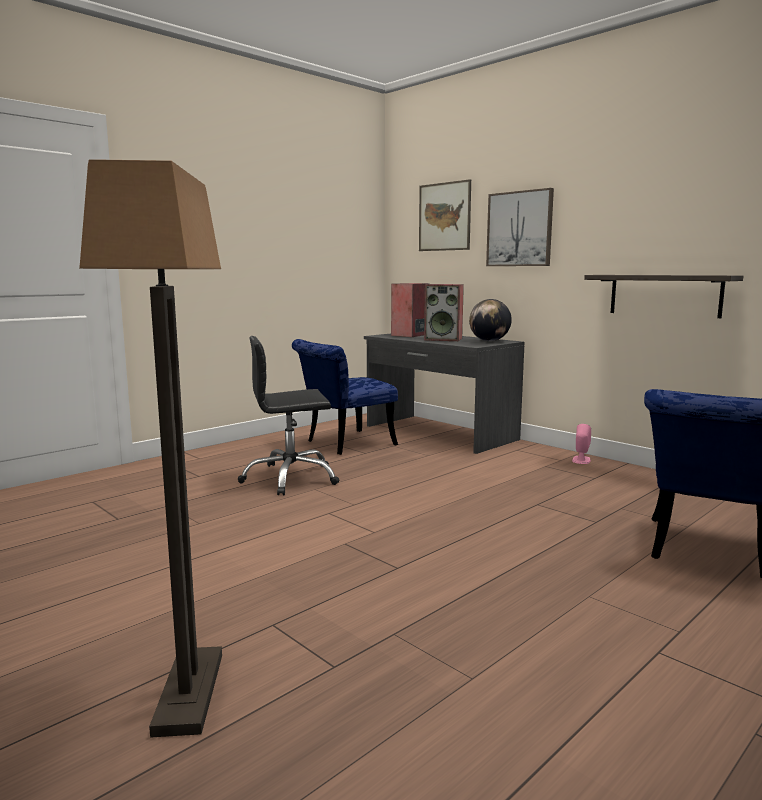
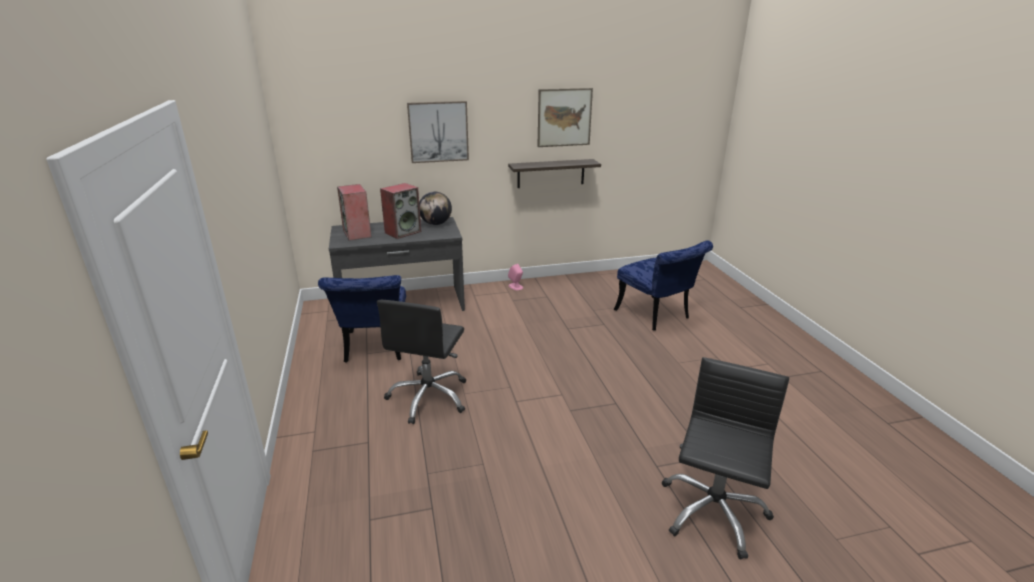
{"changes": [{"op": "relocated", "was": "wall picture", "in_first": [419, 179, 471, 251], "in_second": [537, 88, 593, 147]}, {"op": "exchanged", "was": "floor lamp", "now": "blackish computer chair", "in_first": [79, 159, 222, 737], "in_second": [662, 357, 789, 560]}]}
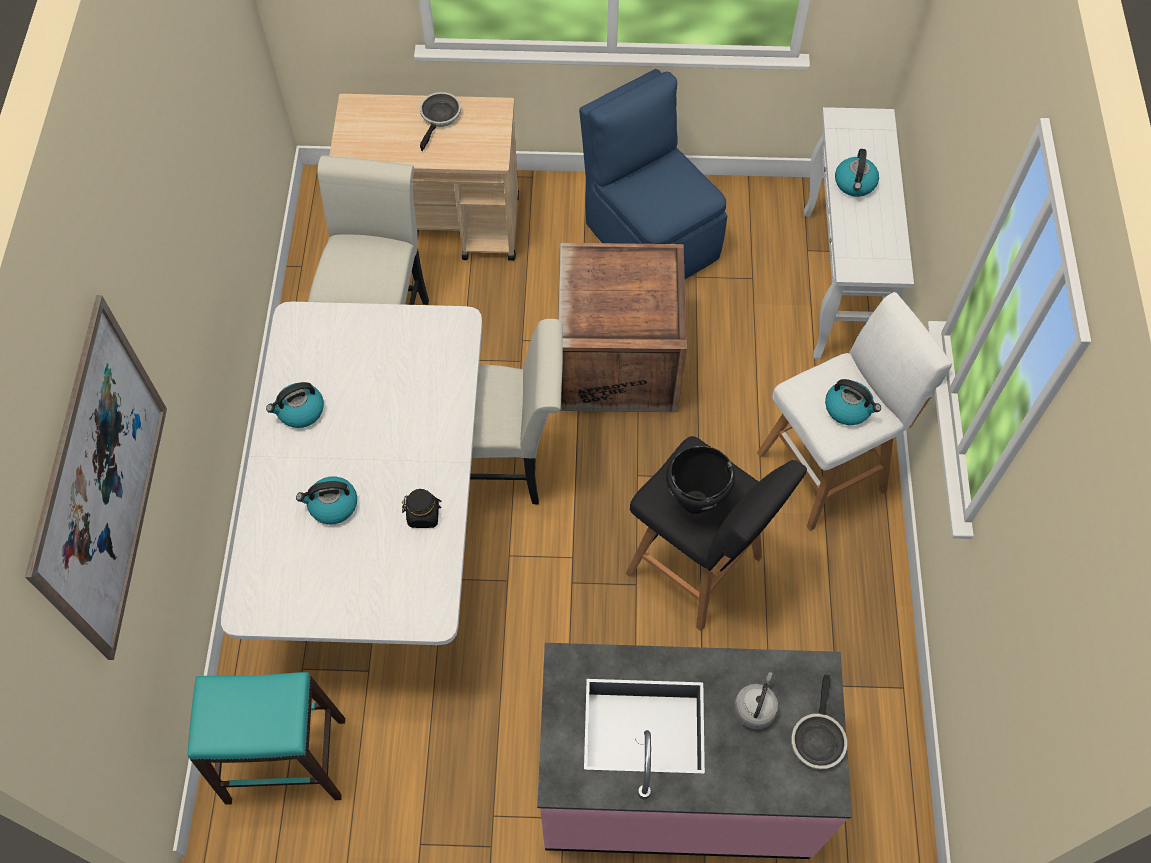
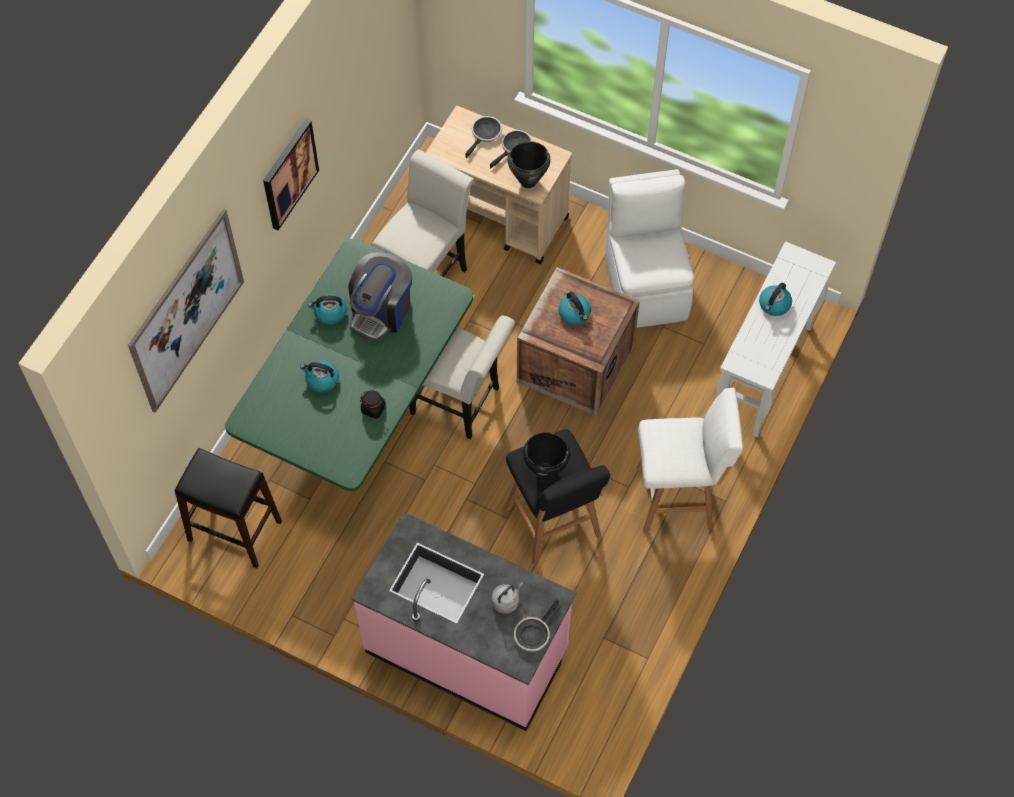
{"changes": [{"op": "colour", "was": "blue-green sitting stool", "now": "blackish sitting stool", "in_first": [187, 672, 345, 805], "in_second": [175, 448, 282, 569]}, {"op": "colour", "was": "whitish kitchen table", "now": "greenish kitchen table", "in_first": [221, 302, 482, 645], "in_second": [225, 239, 473, 491]}, {"op": "appeared", "now": "wall picture", "in_second": [263, 119, 319, 230]}, {"op": "appeared", "now": "coffee maker", "in_second": [349, 252, 412, 342]}, {"op": "appeared", "now": "pan", "in_second": [465, 116, 502, 158]}, {"op": "appeared", "now": "blackish cooking pot", "in_second": [508, 141, 551, 188]}, {"op": "relocated", "was": "tea kettle", "in_first": [825, 379, 881, 425], "in_second": [559, 292, 591, 325]}, {"op": "colour", "was": "blue plain chair", "now": "whitish plain chair", "in_first": [579, 69, 727, 279], "in_second": [605, 169, 694, 328]}]}
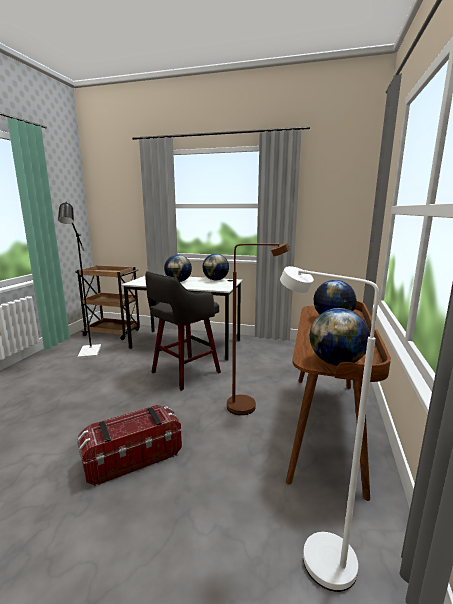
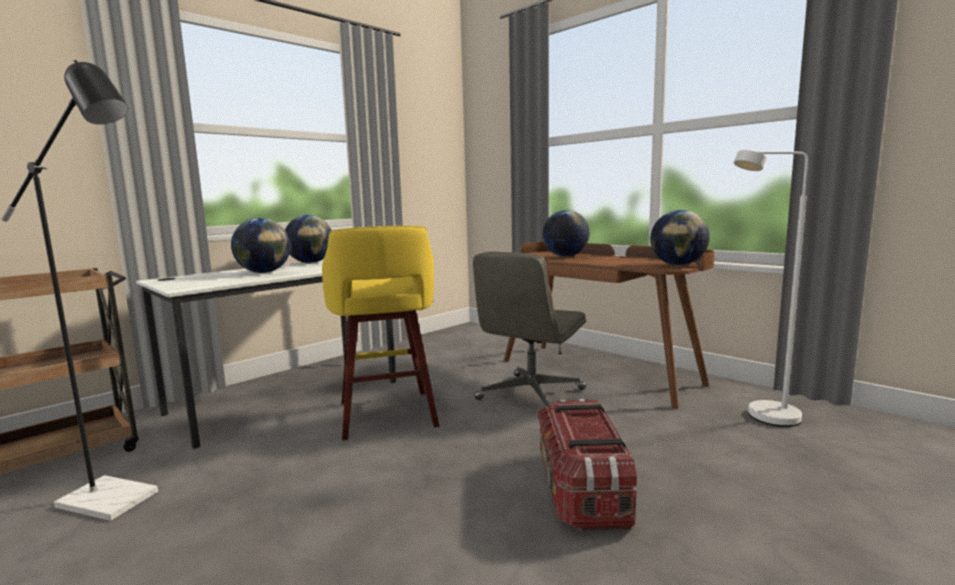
{"changes": [{"op": "colour", "was": "greyish sitting stool", "now": "yellowish sitting stool", "in_first": [145, 271, 221, 391], "in_second": [322, 226, 439, 440]}, {"op": "exchanged", "was": "brown floor lamp", "now": "greyish computer chair", "in_first": [227, 243, 290, 415], "in_second": [473, 251, 586, 408]}]}
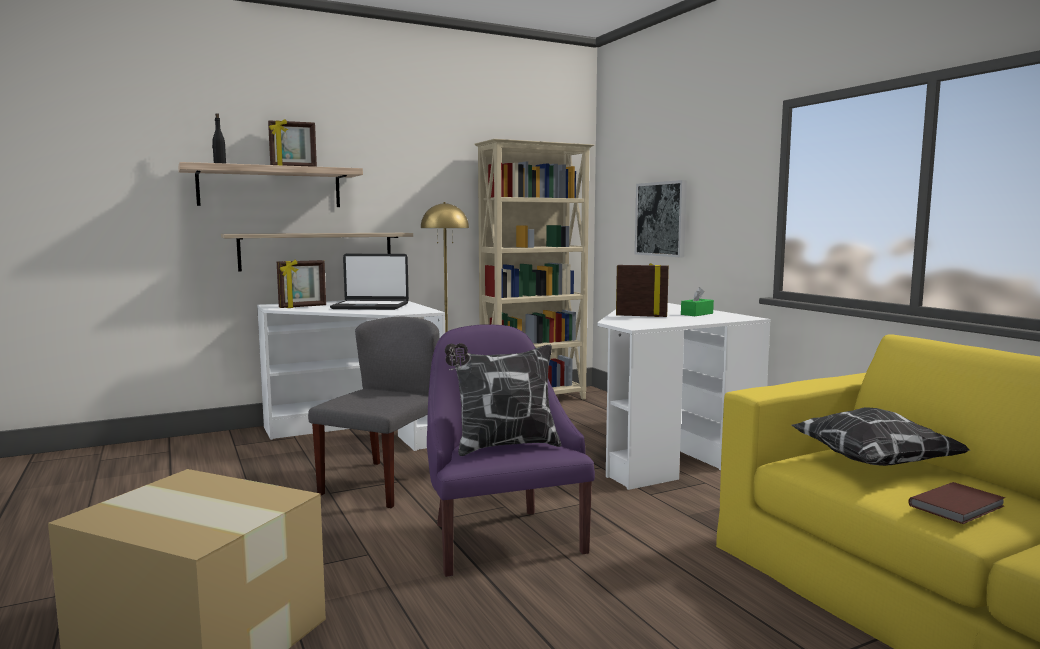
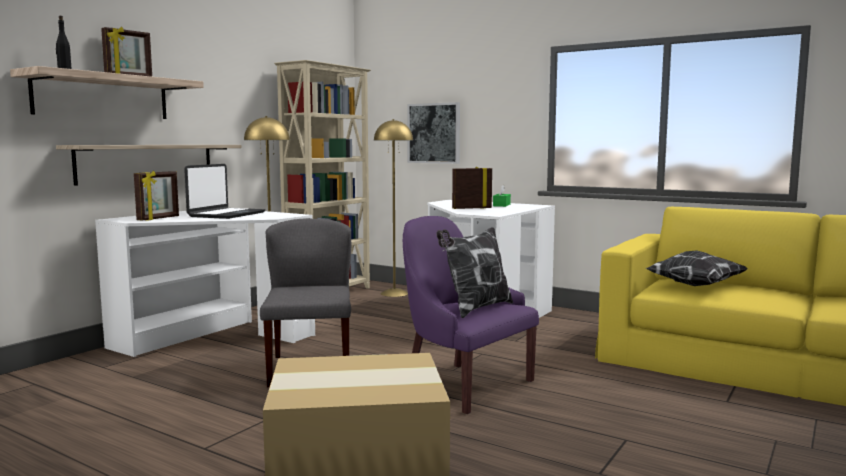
{"changes": [{"op": "spun", "was": "portable computer", "in_first": [330, 254, 409, 310], "in_second": [184, 164, 265, 219], "clockwise": -45}, {"op": "appeared", "now": "yellowish floor lamp", "in_second": [374, 119, 413, 297]}, {"op": "missing", "was": "brown bound book", "in_first": [908, 482, 1005, 524]}]}
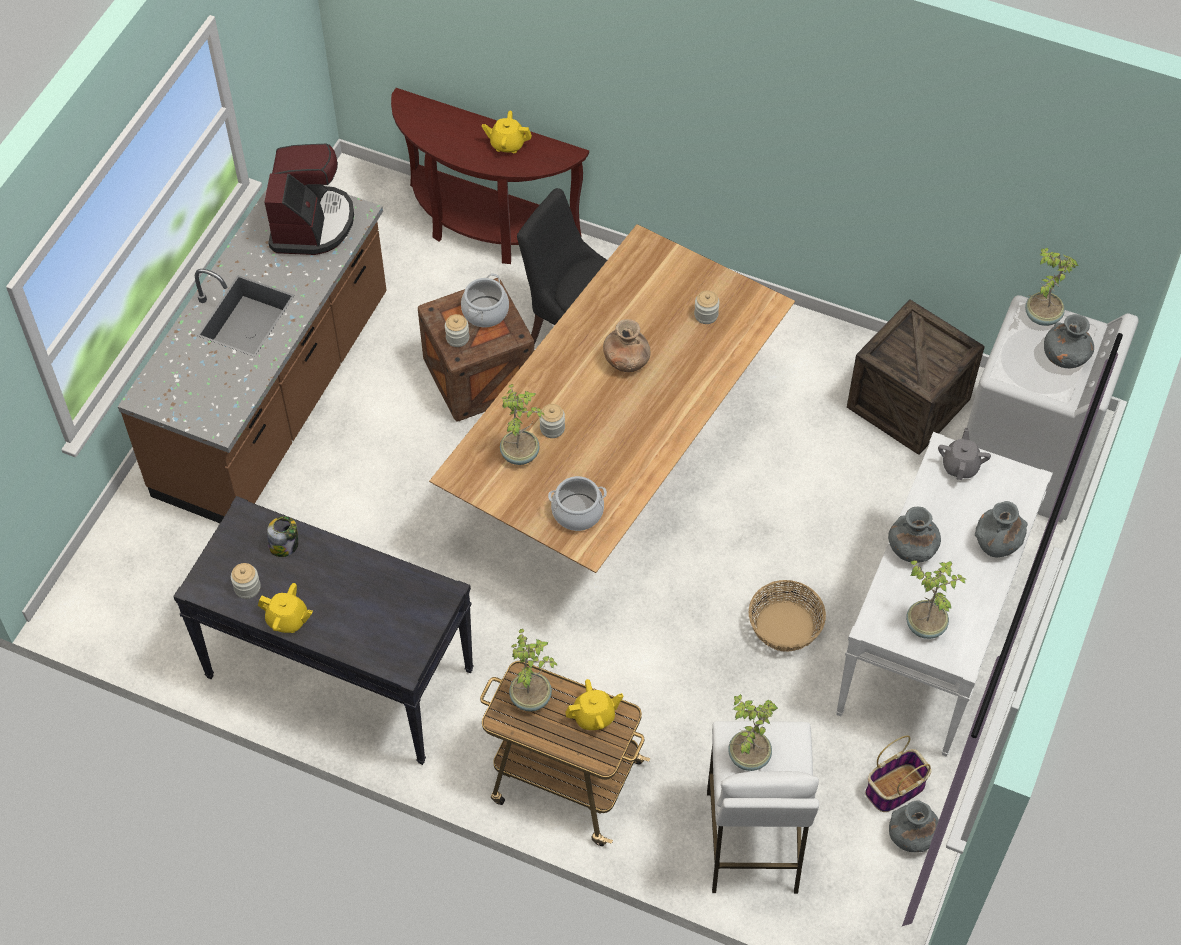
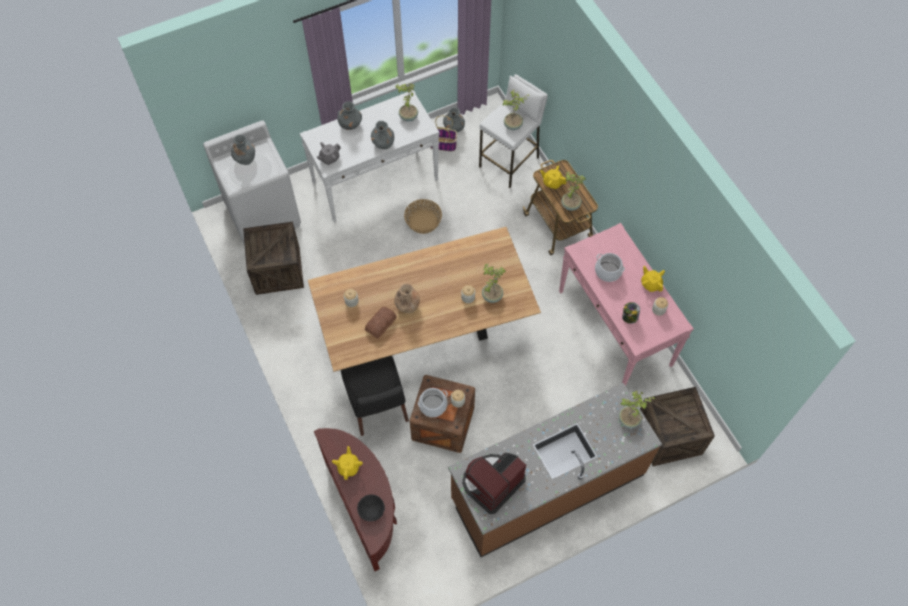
{"changes": [{"op": "spun", "was": "yellowish teapot", "in_first": [482, 111, 532, 153], "in_second": [332, 446, 363, 480], "clockwise": -135}, {"op": "appeared", "now": "blackish serving bowl", "in_second": [357, 494, 385, 522]}, {"op": "appeared", "now": "bakery bread", "in_second": [365, 307, 397, 339]}, {"op": "colour", "was": "blackish console table", "now": "pink-coloured console table", "in_first": [173, 496, 474, 765], "in_second": [559, 223, 694, 386]}, {"op": "relocated", "was": "cooking pot", "in_first": [548, 476, 607, 531], "in_second": [595, 253, 625, 282]}, {"op": "relocated", "was": "plant in a pot", "in_first": [1025, 248, 1078, 326], "in_second": [619, 391, 655, 428]}, {"op": "appeared", "now": "packing crate", "in_second": [640, 387, 715, 466]}]}
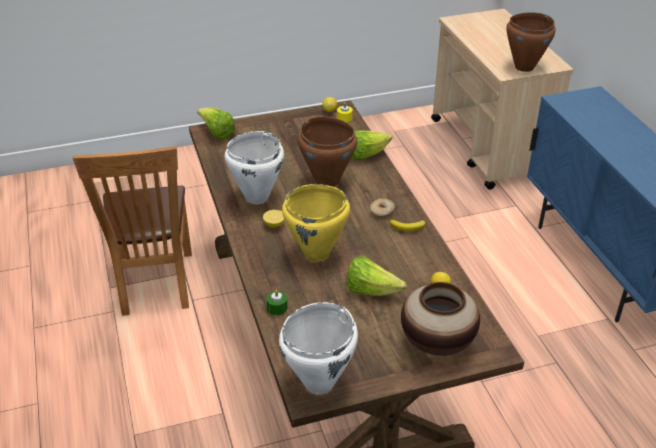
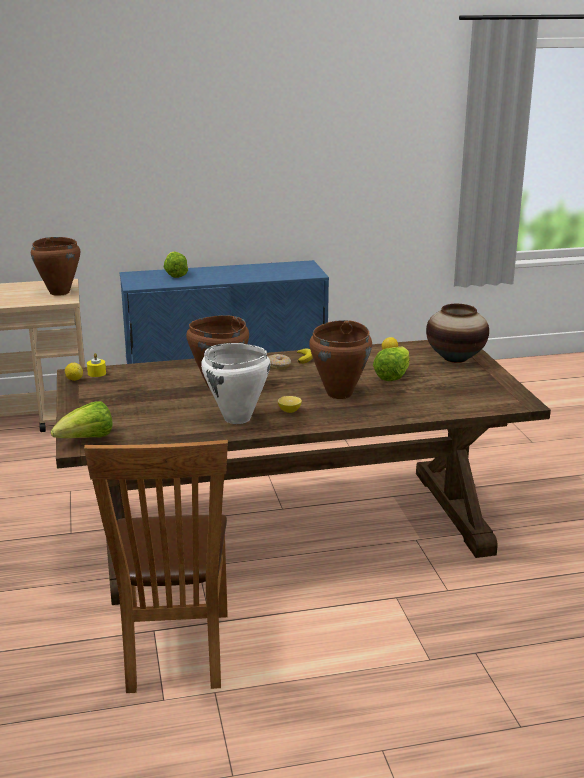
{"changes": [{"op": "spun", "was": "brown plain chair", "in_first": [73, 146, 192, 316], "in_second": [84, 440, 228, 693], "clockwise": 90}, {"op": "relocated", "was": "head of lettuce", "in_first": [352, 130, 392, 160], "in_second": [164, 252, 188, 278]}, {"op": "colour", "was": "yellowish cooking pot", "now": "brown cooking pot", "in_first": [282, 184, 350, 262], "in_second": [309, 320, 372, 399]}, {"op": "missing", "was": "greenish candle", "in_first": [266, 289, 288, 315]}, {"op": "missing", "was": "whitish cooking pot", "in_first": [279, 302, 358, 395]}]}
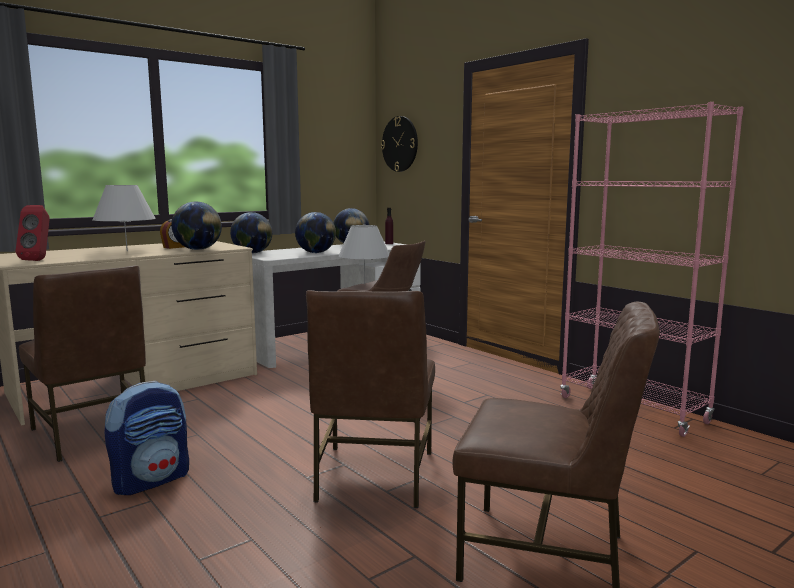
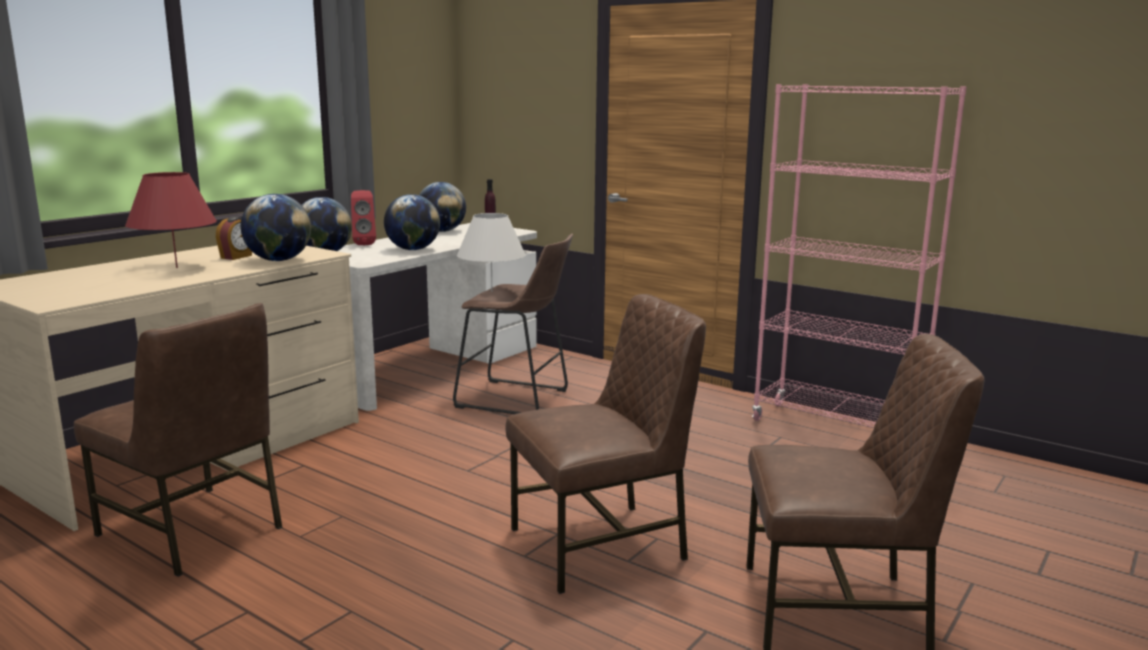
{"changes": [{"op": "colour", "was": "whitish tabletop lamp", "now": "red-coloured tabletop lamp", "in_first": [92, 185, 156, 251], "in_second": [125, 172, 217, 268]}, {"op": "relocated", "was": "red-coloured speaker", "in_first": [16, 205, 50, 261], "in_second": [351, 190, 376, 245]}, {"op": "spun", "was": "brown plain chair", "in_first": [306, 290, 435, 508], "in_second": [505, 294, 706, 594], "clockwise": -105}, {"op": "missing", "was": "knapsack", "in_first": [104, 381, 189, 495]}, {"op": "missing", "was": "wall clock", "in_first": [381, 116, 418, 172]}]}
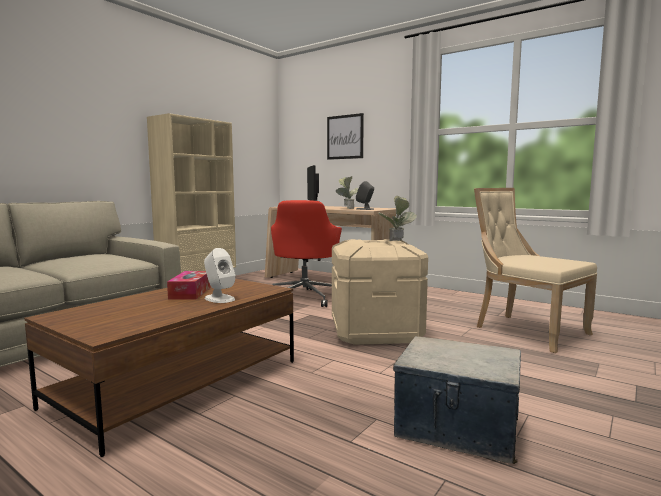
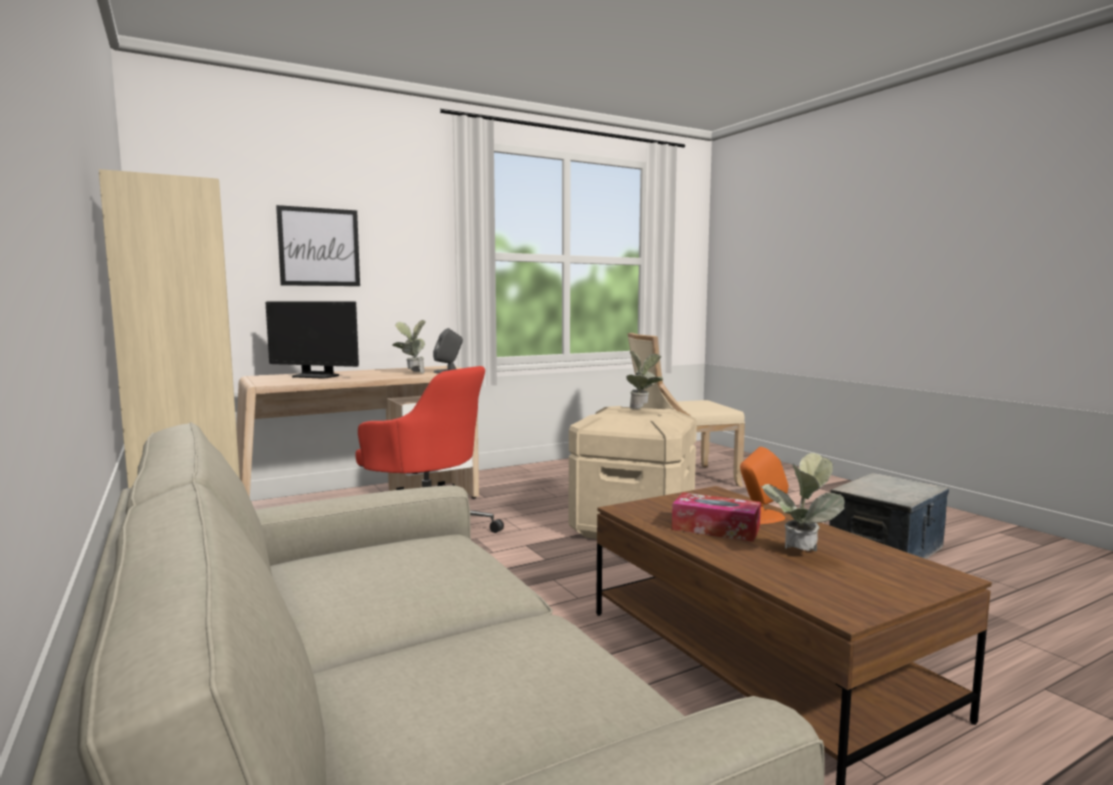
{"changes": [{"op": "colour", "was": "whitish speaker", "now": "orangey speaker", "in_first": [204, 248, 236, 303], "in_second": [740, 447, 789, 524]}, {"op": "appeared", "now": "plant in a pot", "in_second": [760, 453, 845, 551]}]}
